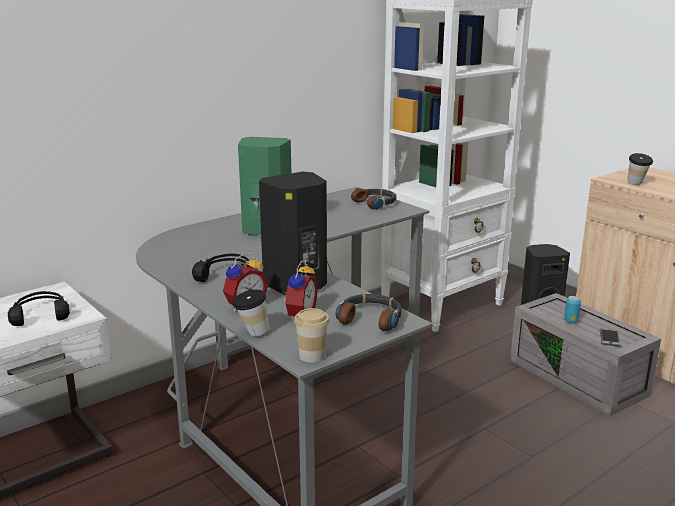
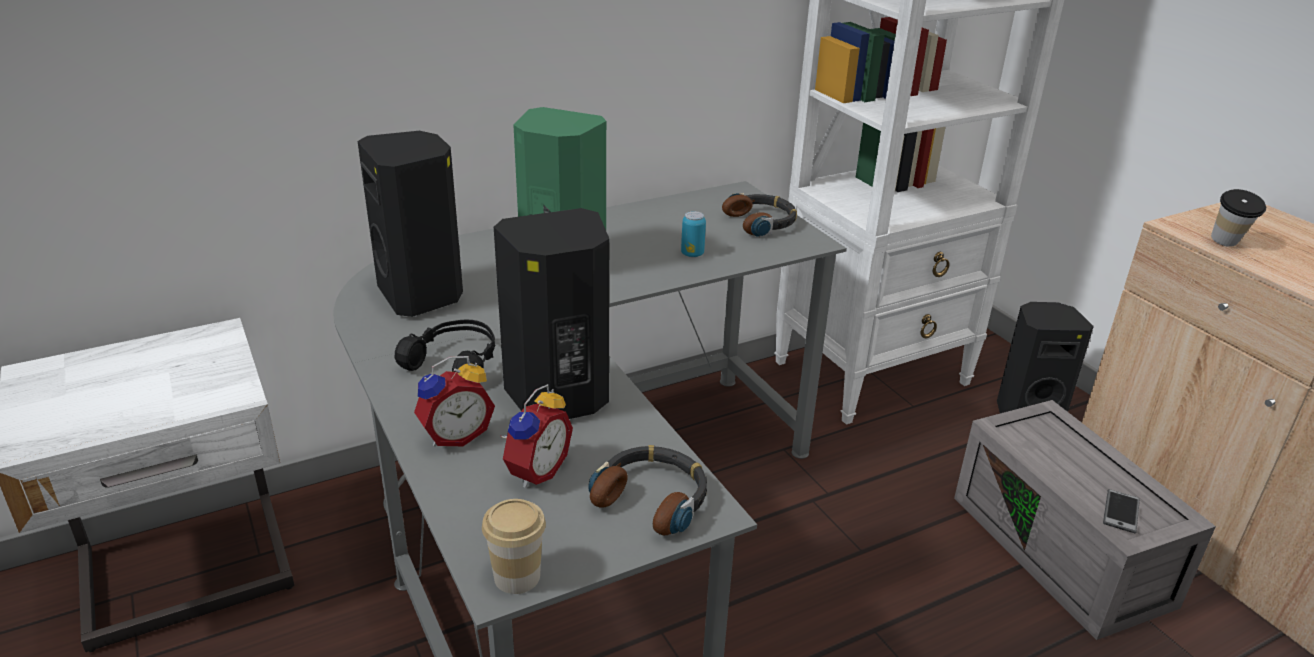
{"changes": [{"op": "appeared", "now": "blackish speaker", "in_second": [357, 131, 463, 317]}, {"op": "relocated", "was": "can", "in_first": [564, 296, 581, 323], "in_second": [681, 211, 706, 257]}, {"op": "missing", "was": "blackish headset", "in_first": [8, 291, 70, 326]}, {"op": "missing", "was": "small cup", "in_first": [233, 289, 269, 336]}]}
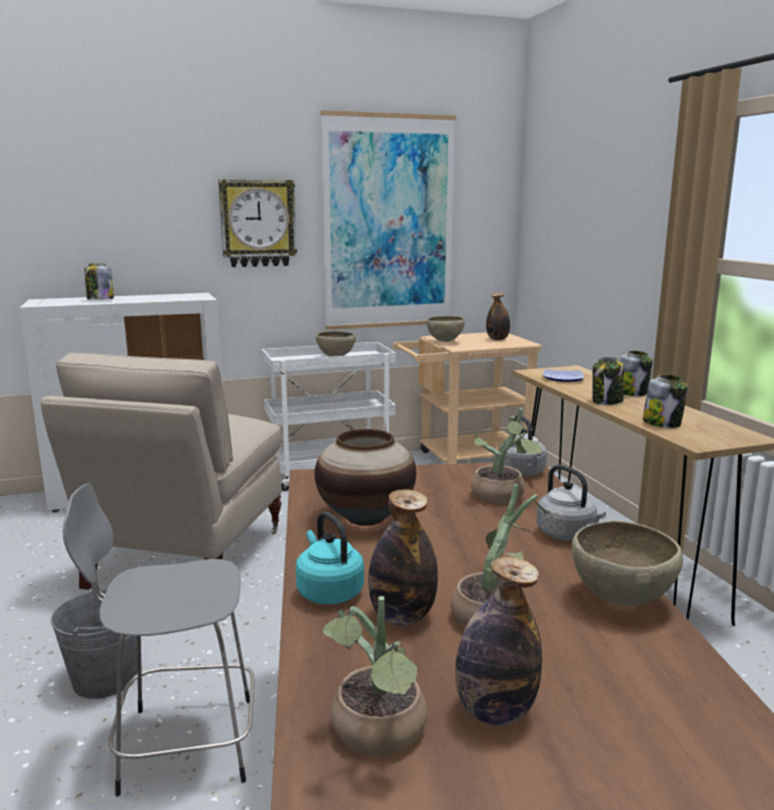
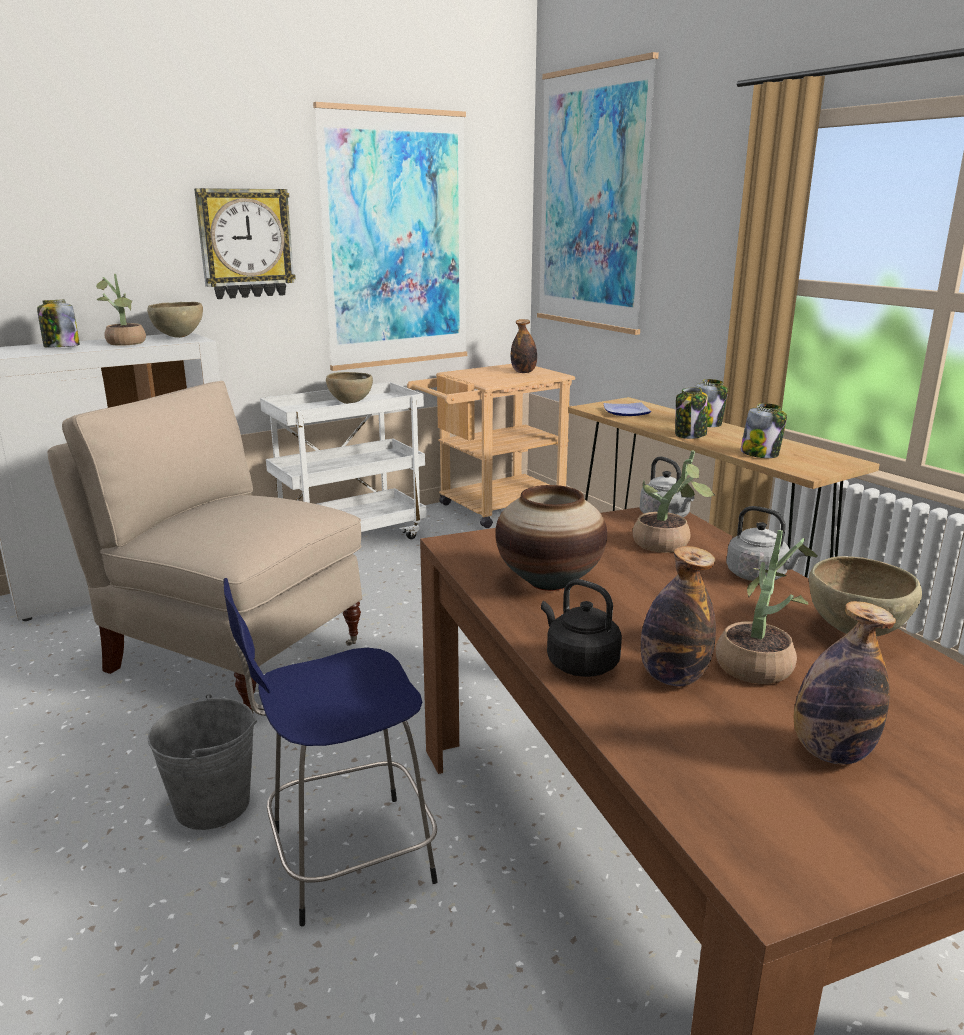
{"changes": [{"op": "spun", "was": "sand-coloured plain chair", "in_first": [41, 353, 282, 590], "in_second": [47, 381, 362, 713], "clockwise": 120}, {"op": "relocated", "was": "plant in a pot", "in_first": [323, 596, 427, 756], "in_second": [96, 274, 146, 346]}, {"op": "relocated", "was": "brown serving bowl", "in_first": [427, 316, 465, 342], "in_second": [147, 302, 203, 338]}, {"op": "colour", "was": "greyish sitting stool", "now": "blue sitting stool", "in_first": [63, 483, 255, 796], "in_second": [223, 578, 438, 926]}, {"op": "appeared", "now": "wall picture", "in_second": [537, 52, 659, 335]}, {"op": "colour", "was": "blue-green tea kettle", "now": "blackish tea kettle", "in_first": [296, 512, 364, 605], "in_second": [541, 579, 622, 677]}]}
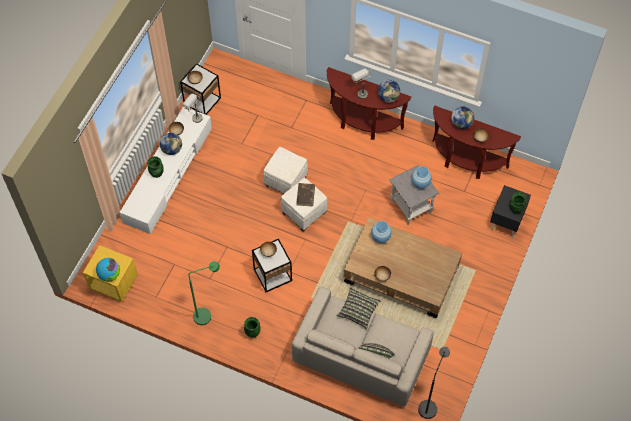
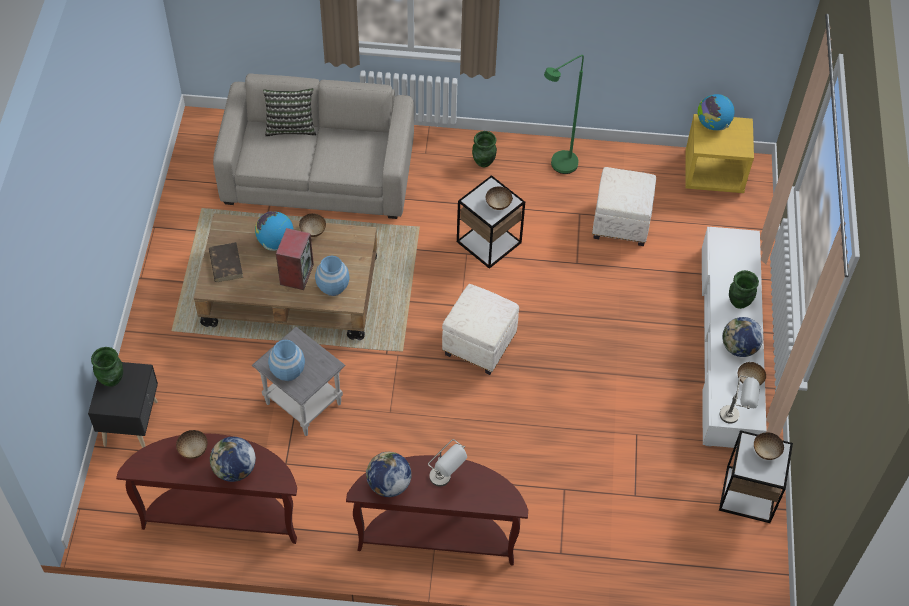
{"changes": [{"op": "relocated", "was": "brown bound book", "in_first": [296, 183, 315, 206], "in_second": [209, 242, 243, 282]}, {"op": "appeared", "now": "world globe", "in_second": [255, 211, 294, 251]}, {"op": "appeared", "now": "speaker", "in_second": [276, 228, 314, 290]}, {"op": "relocated", "was": "whitish ottoman", "in_first": [263, 147, 308, 193], "in_second": [592, 167, 656, 246]}, {"op": "missing", "was": "cushion", "in_first": [337, 287, 381, 329]}, {"op": "missing", "was": "blackish floor lamp", "in_first": [418, 347, 450, 419]}]}
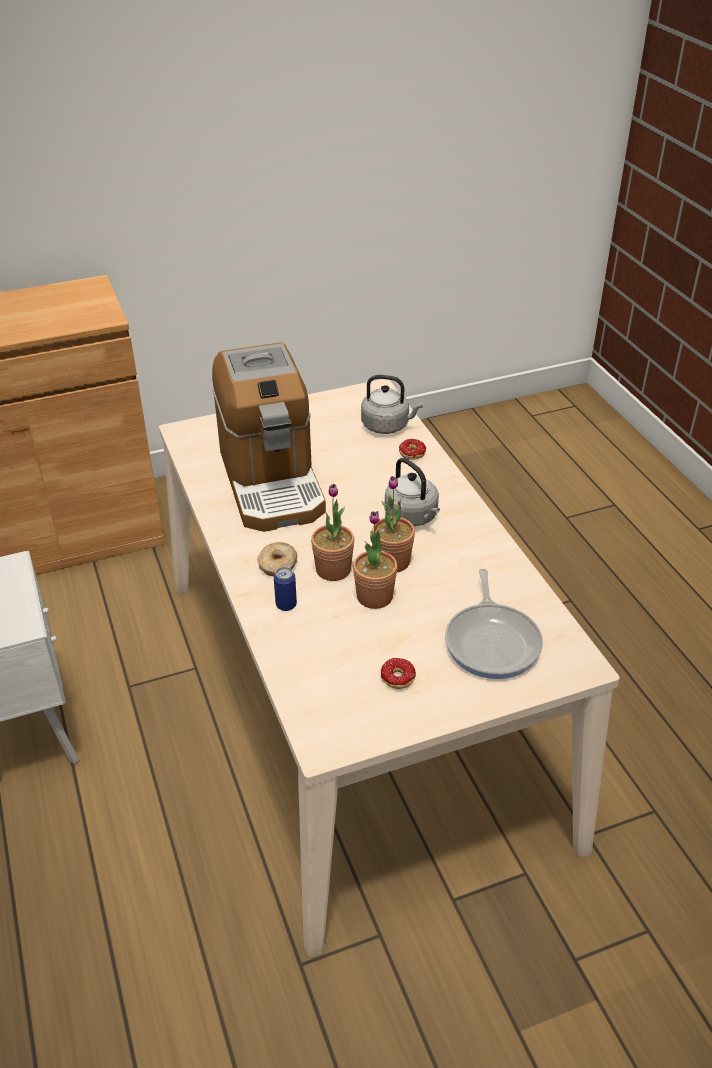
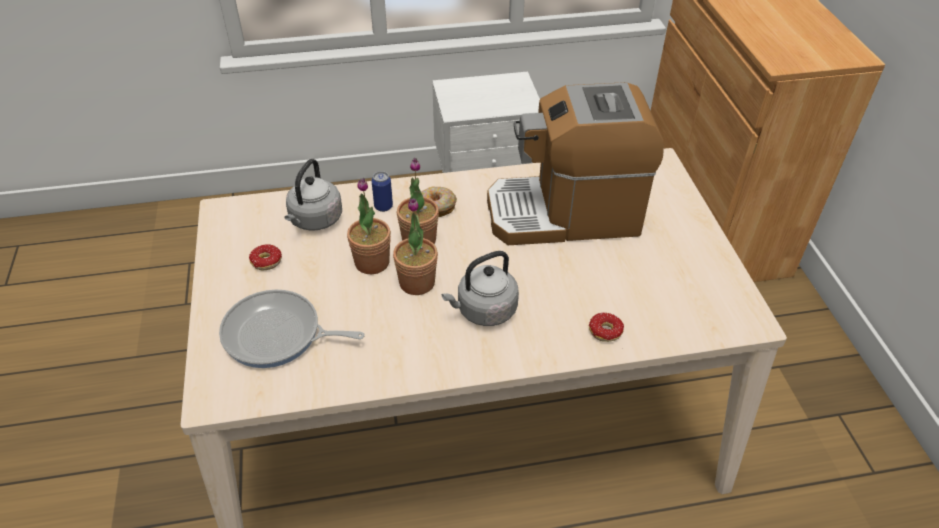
{"changes": [{"op": "relocated", "was": "greyish tea kettle", "in_first": [361, 375, 423, 434], "in_second": [285, 159, 342, 231]}]}
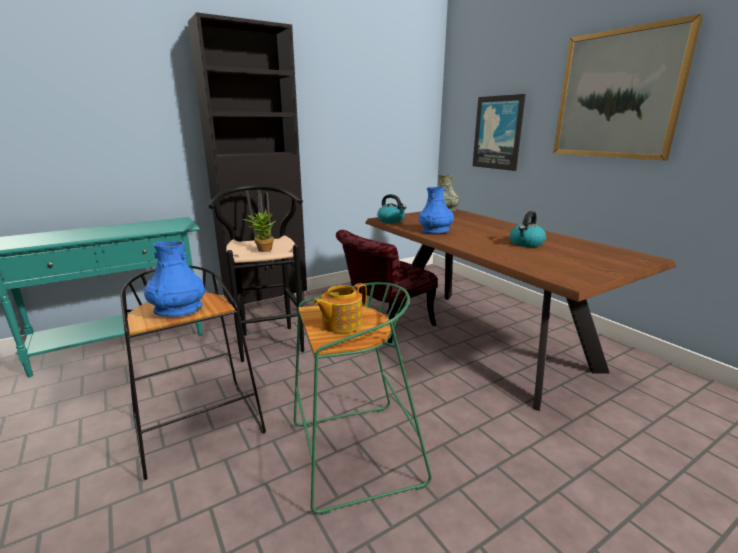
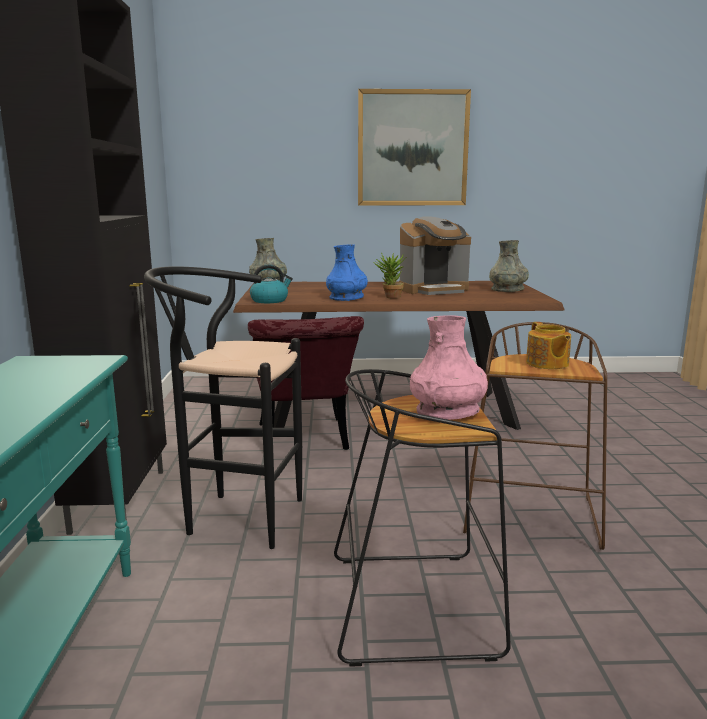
{"changes": [{"op": "relocated", "was": "plant in a pot", "in_first": [243, 211, 275, 252], "in_second": [373, 253, 407, 298]}, {"op": "exchanged", "was": "tea kettle", "now": "coffee maker", "in_first": [510, 211, 546, 247], "in_second": [399, 216, 471, 295]}, {"op": "colour", "was": "blue decorative vase", "now": "pink-coloured decorative vase", "in_first": [144, 241, 205, 317], "in_second": [410, 316, 488, 420]}, {"op": "colour", "was": "greenish sitting stool", "now": "brown sitting stool", "in_first": [294, 282, 432, 515], "in_second": [463, 322, 607, 550]}, {"op": "appeared", "now": "greyish decorative vase", "in_second": [489, 240, 529, 292]}, {"op": "missing", "was": "wall picture", "in_first": [473, 94, 526, 171]}]}
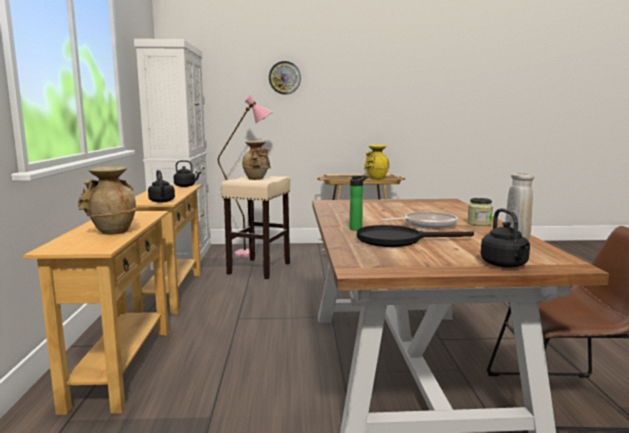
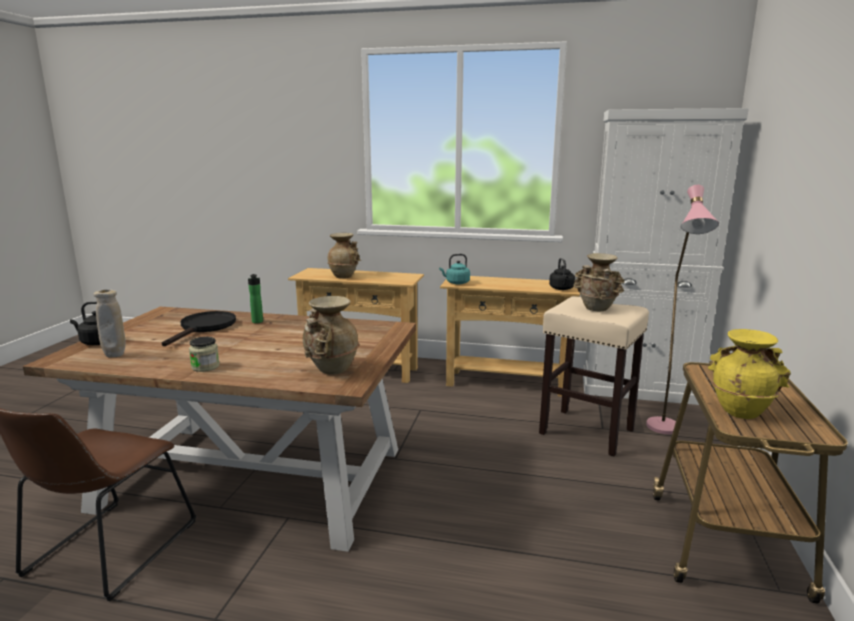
{"changes": [{"op": "appeared", "now": "sand-coloured decorative vase", "in_second": [303, 296, 360, 375]}, {"op": "colour", "was": "blackish tea kettle", "now": "blue-green tea kettle", "in_first": [148, 170, 175, 203], "in_second": [439, 254, 470, 284]}, {"op": "missing", "was": "wall clock", "in_first": [269, 61, 301, 95]}, {"op": "missing", "was": "pan", "in_first": [382, 212, 458, 229]}]}
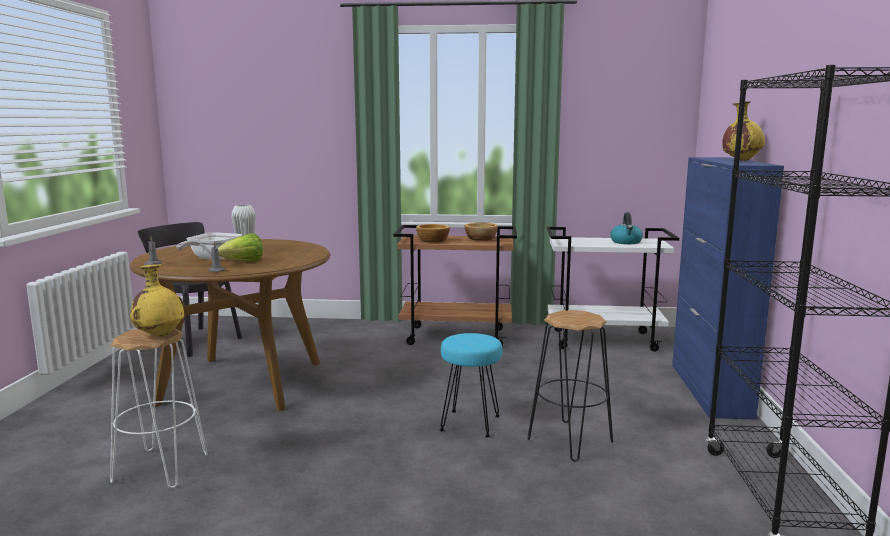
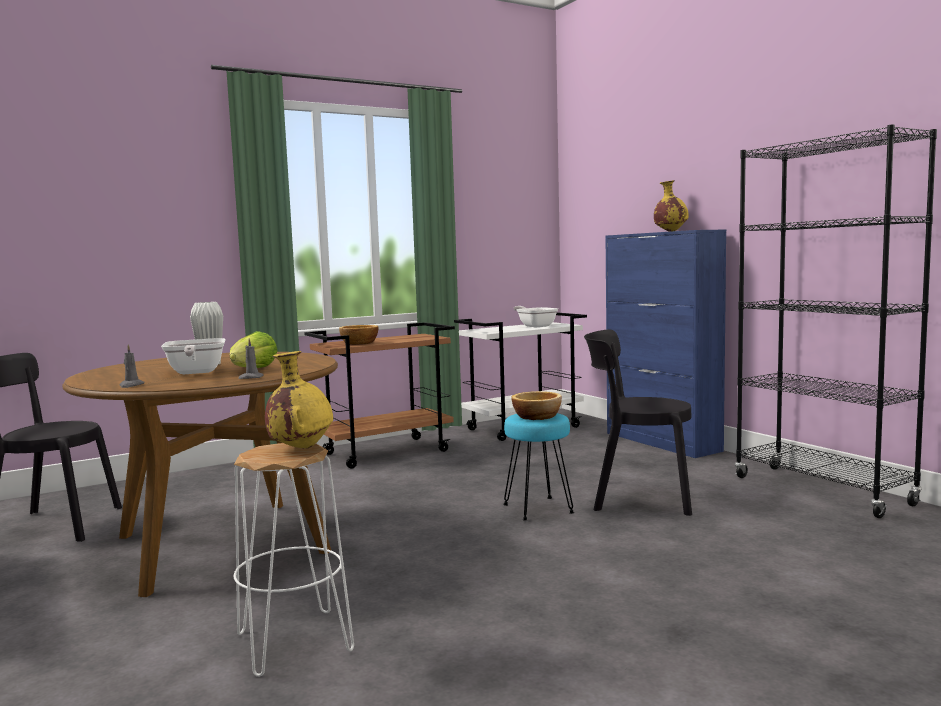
{"changes": [{"op": "relocated", "was": "serving bowl", "in_first": [465, 223, 498, 241], "in_second": [511, 391, 562, 420]}, {"op": "exchanged", "was": "tea kettle", "now": "pan", "in_first": [610, 212, 643, 244], "in_second": [514, 306, 558, 327]}, {"op": "exchanged", "was": "blackish sitting stool", "now": "blackish plain chair", "in_first": [528, 310, 613, 462], "in_second": [584, 329, 692, 516]}]}
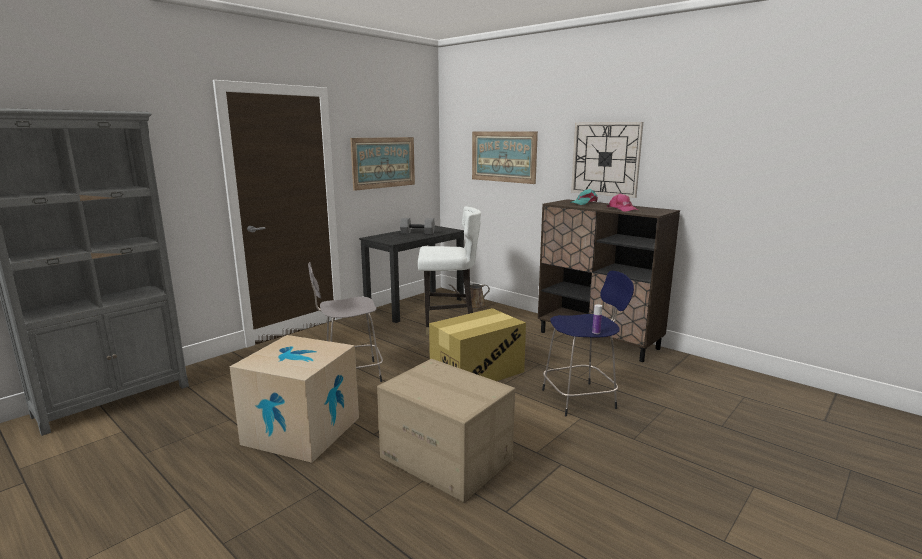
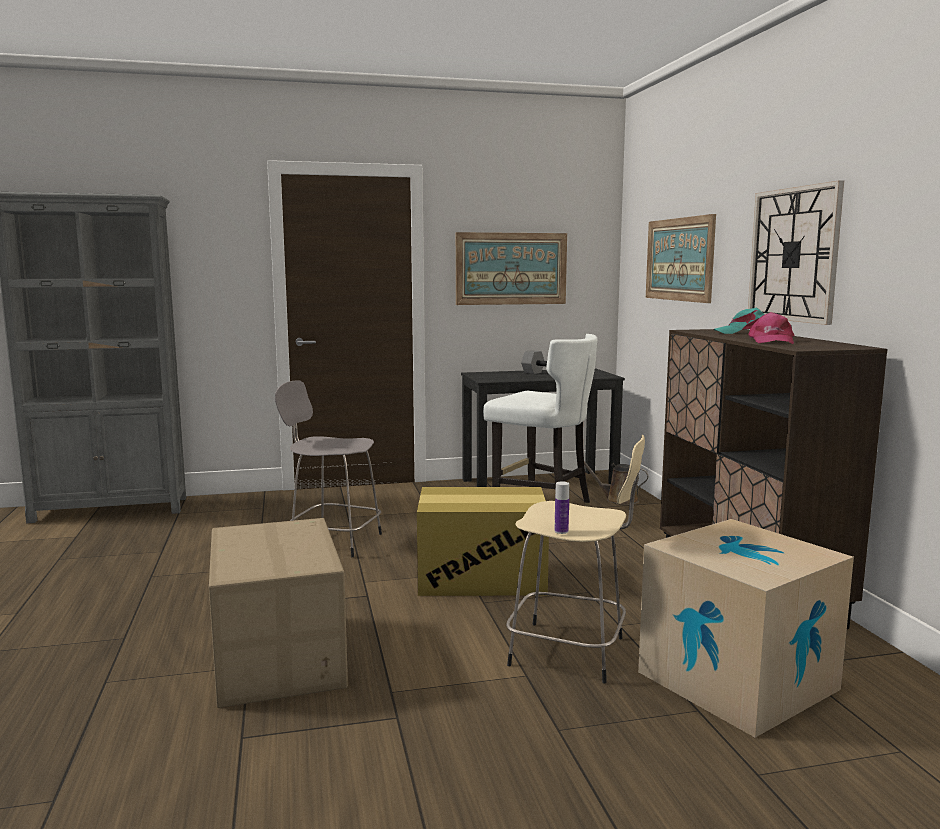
{"changes": [{"op": "colour", "was": "blue sitting stool", "now": "sand-coloured sitting stool", "in_first": [542, 271, 634, 416], "in_second": [506, 435, 645, 683]}, {"op": "relocated", "was": "cardboard box", "in_first": [230, 335, 359, 463], "in_second": [638, 519, 854, 738]}]}
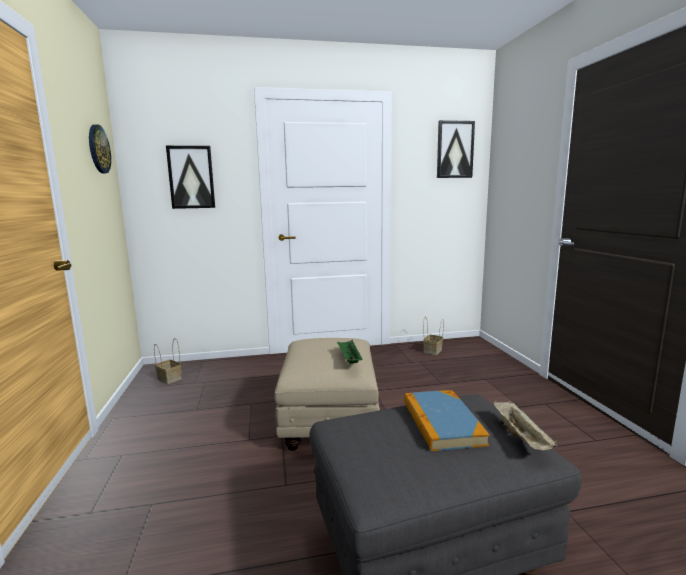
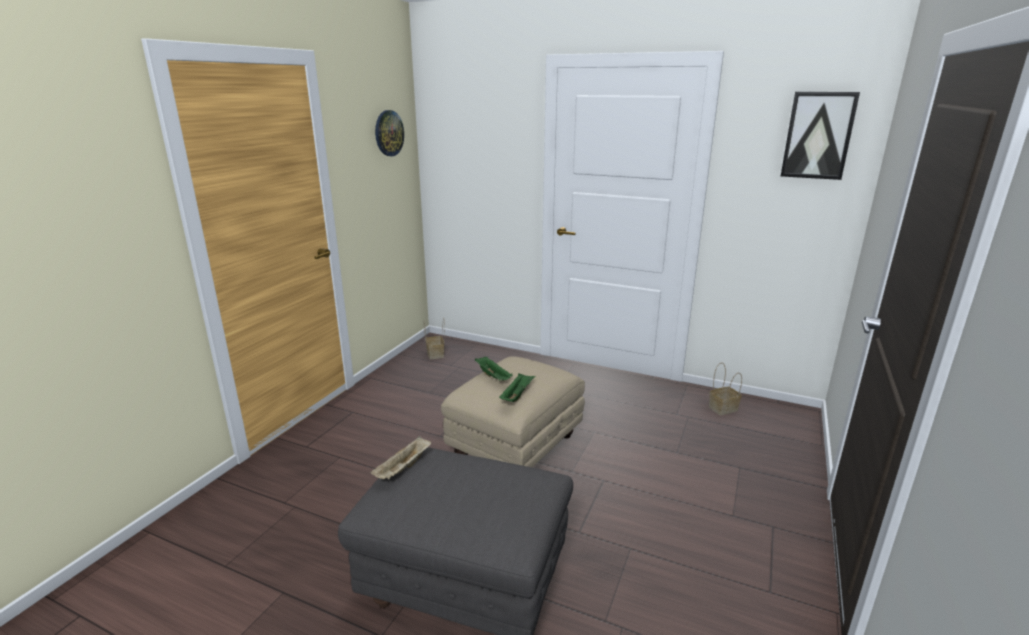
{"changes": [{"op": "relocated", "was": "sand-coloured tray", "in_first": [493, 401, 557, 450], "in_second": [370, 436, 431, 479]}, {"op": "appeared", "now": "greenish tray", "in_second": [475, 356, 512, 381]}, {"op": "missing", "was": "wall picture", "in_first": [166, 146, 215, 209]}, {"op": "missing", "was": "bound book", "in_first": [404, 390, 490, 451]}]}
